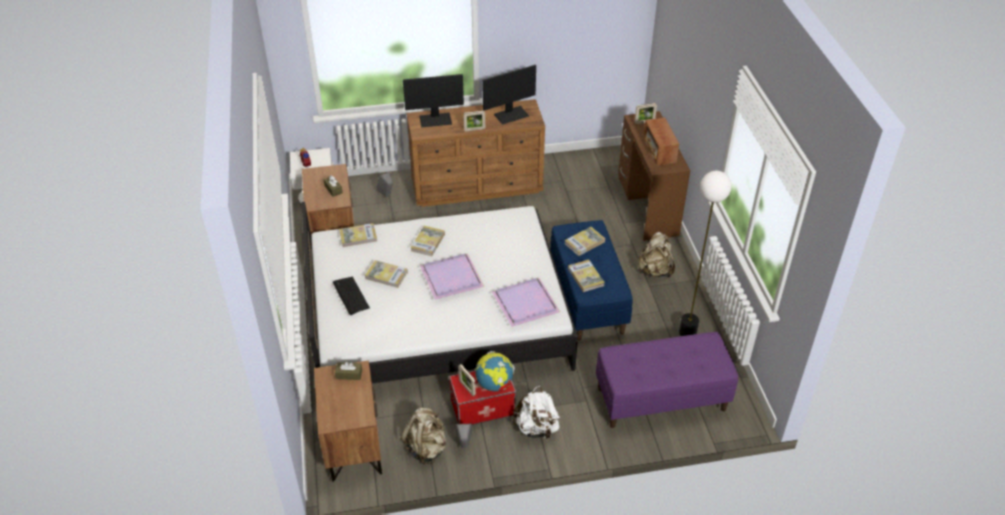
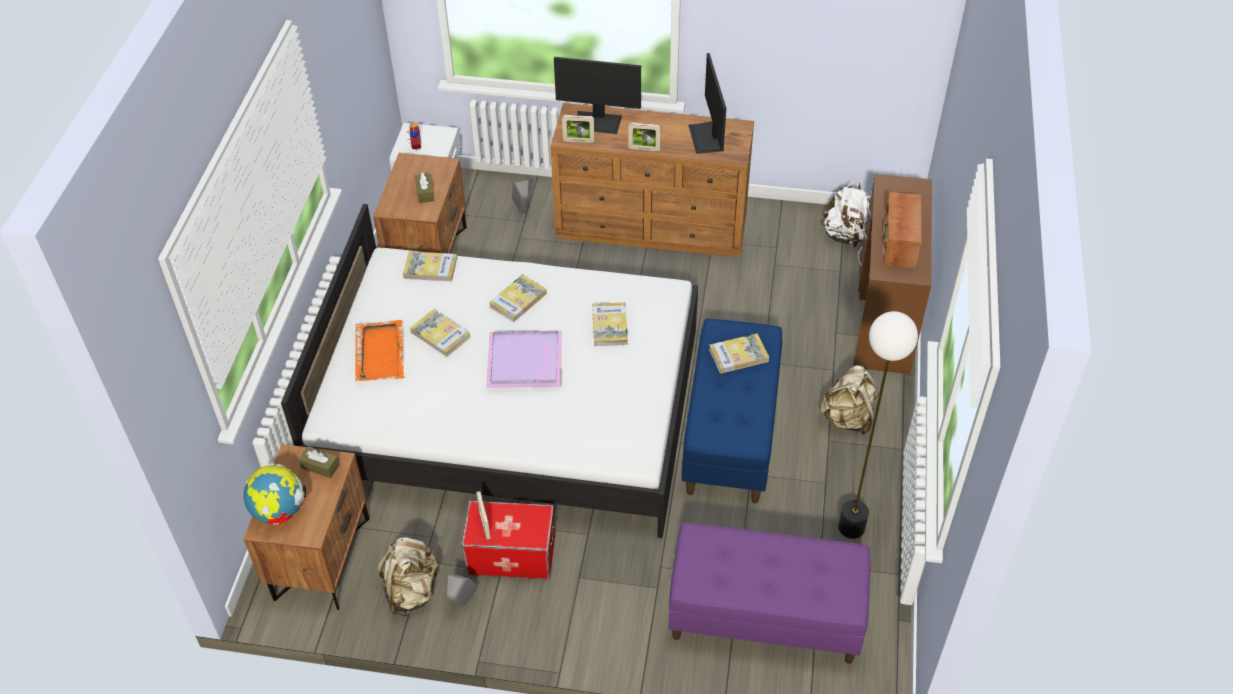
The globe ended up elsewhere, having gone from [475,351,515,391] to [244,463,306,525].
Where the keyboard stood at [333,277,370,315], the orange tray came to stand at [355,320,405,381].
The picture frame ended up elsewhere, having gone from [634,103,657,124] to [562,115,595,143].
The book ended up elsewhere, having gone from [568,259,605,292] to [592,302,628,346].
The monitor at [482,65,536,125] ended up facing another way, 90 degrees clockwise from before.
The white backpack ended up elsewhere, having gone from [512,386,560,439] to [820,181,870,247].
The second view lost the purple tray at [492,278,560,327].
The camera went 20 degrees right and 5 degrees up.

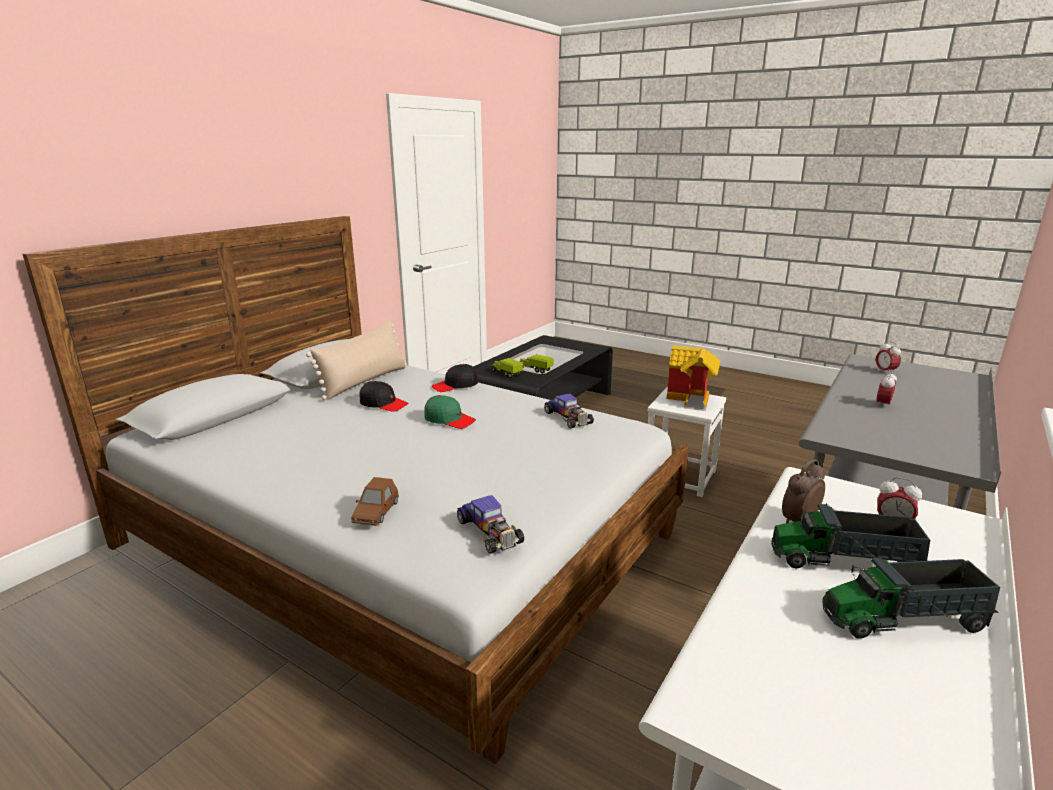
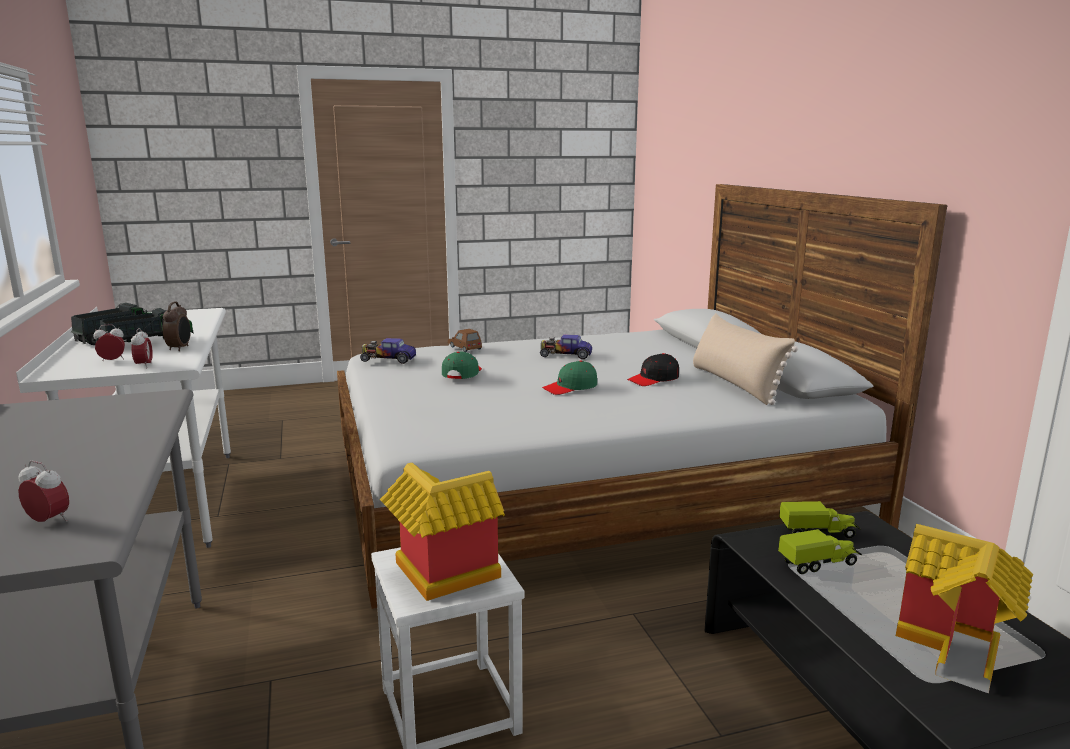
The alarm clock ended up elsewhere, having gone from [876,371,897,407] to [131,328,153,369].
The second view gained the green cap at [442,351,482,379].
The toy car ended up elsewhere, having gone from [544,394,594,429] to [540,335,592,359].
The second view gained the toy house at [896,524,1033,693].
The second view lost the black cap at [432,364,478,392].
The camera went 130 degrees right and 5 degrees down.

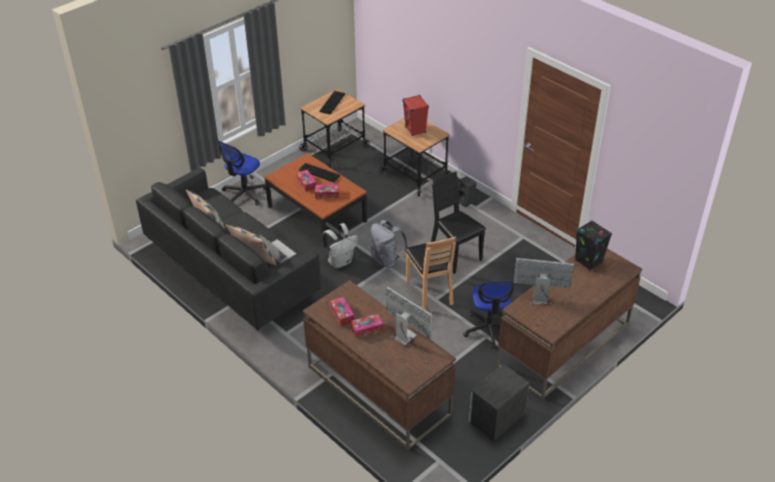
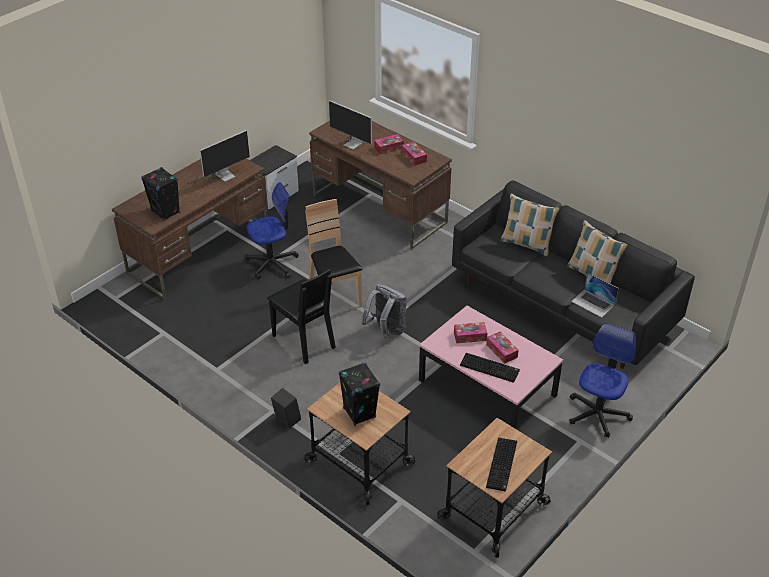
The monitor at [514,258,588,312] ended up facing another way, 45 degrees counterclockwise from before.
The office chair at [463,281,514,349] ended up facing another way, 75 degrees clockwise from before.
What was the red speaker at [403,95,429,136] turned into the black speaker at [339,362,380,426].
What was the brown coffee table at [264,153,367,248] turned into the pink coffee table at [419,306,563,429].
The laptop ended up elsewhere, having gone from [259,234,296,264] to [571,272,618,318].
The second view lost the white backpack at [321,223,358,268].
The camera went 175 degrees right and 0 degrees up.

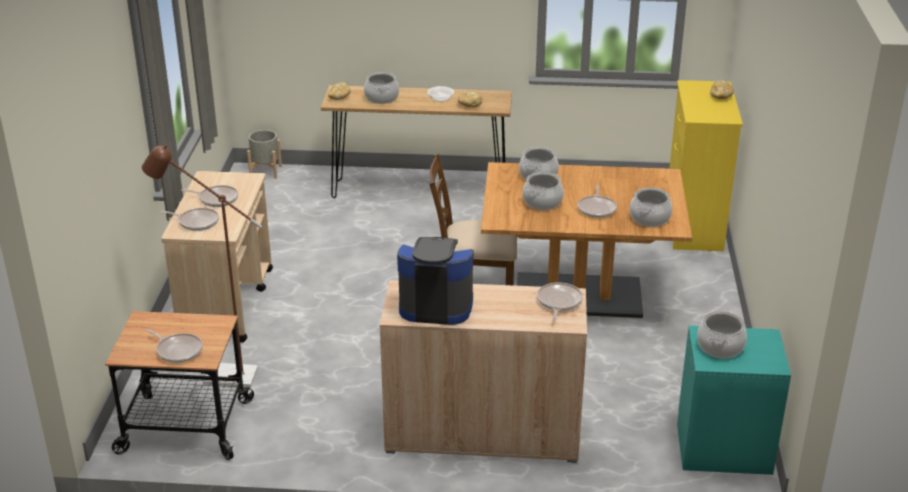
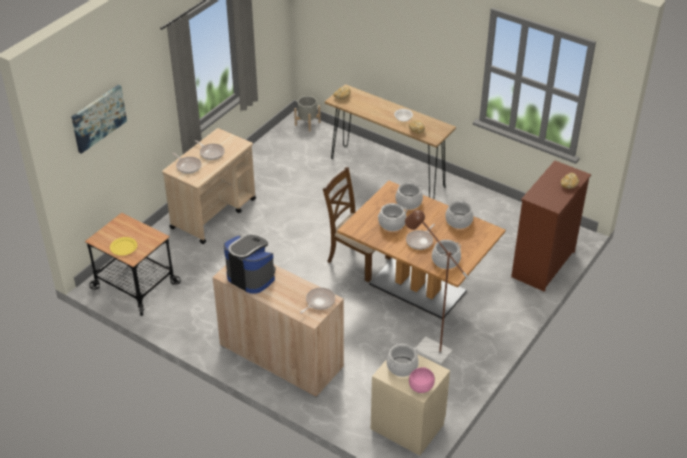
The second view gained the picture at [71,85,127,154].
Where the frying pan stood at [146,329,203,363], the yellow plate came to stand at [110,237,137,256].
What was the turquoise nightstand at [677,326,791,475] turned into the beige nightstand at [371,354,450,456].
The brown floor lamp ended up elsewhere, having gone from [142,145,262,388] to [405,210,470,365].
The second view gained the pink bowl at [409,367,435,393].
The cooking pot ended up elsewhere, having gone from [364,72,399,104] to [445,200,474,229].
What was the yellow dresser at [669,80,743,251] turned into the brown dresser at [511,161,591,292].
The camera went 30 degrees right and 10 degrees up.

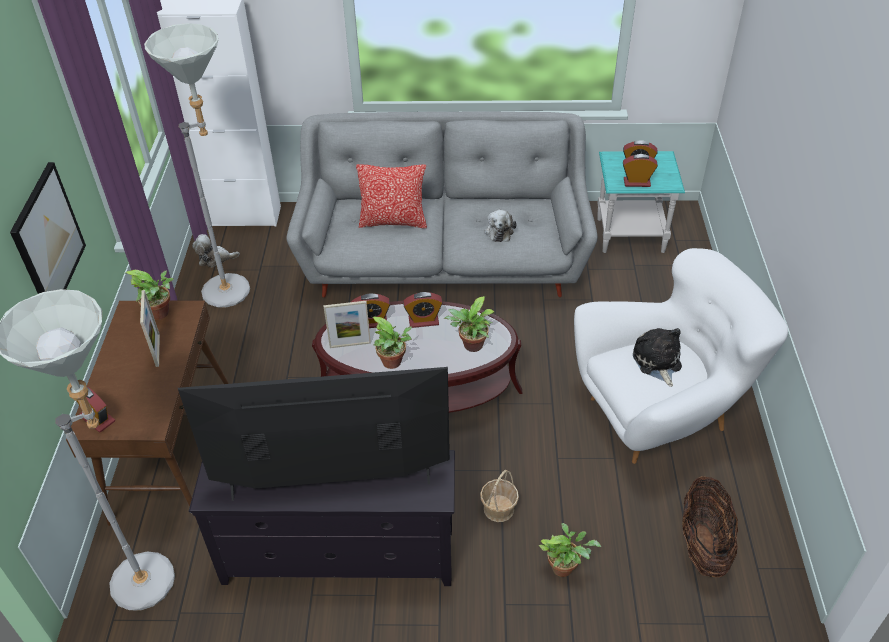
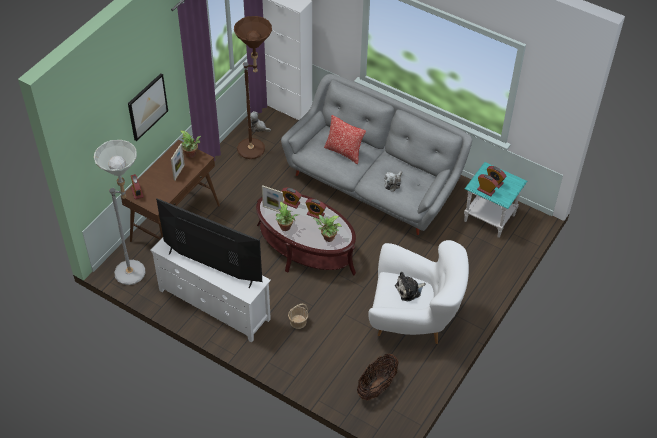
What was the black tv stand at [189,450,455,586] turned into the white tv stand at [150,238,271,343].
What was the grey floor lamp at [144,23,250,308] turned into the brown floor lamp at [234,16,272,159].
The plush toy at [633,328,682,387] ended up facing another way, 135 degrees counterclockwise from before.
The second view lost the potted plant at [539,523,601,577].
The camera went 30 degrees right and 5 degrees up.

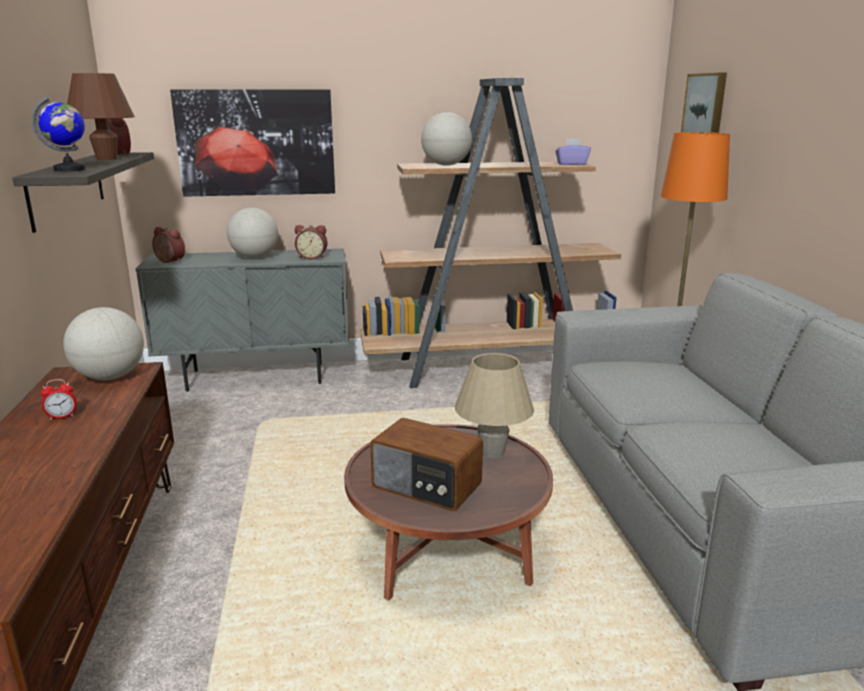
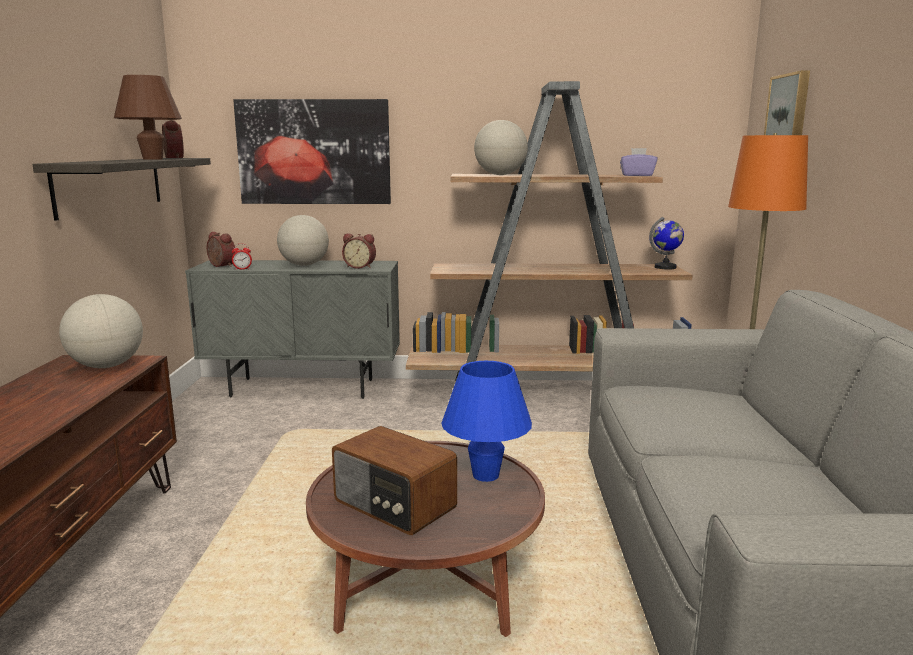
The alarm clock ended up elsewhere, having gone from [40,379,76,420] to [232,244,252,270].
What was the beige table lamp at [455,353,534,458] turned into the blue table lamp at [441,361,532,482].
The globe ended up elsewhere, having gone from [31,97,85,171] to [649,217,684,269].
The camera went 10 degrees right and 5 degrees down.

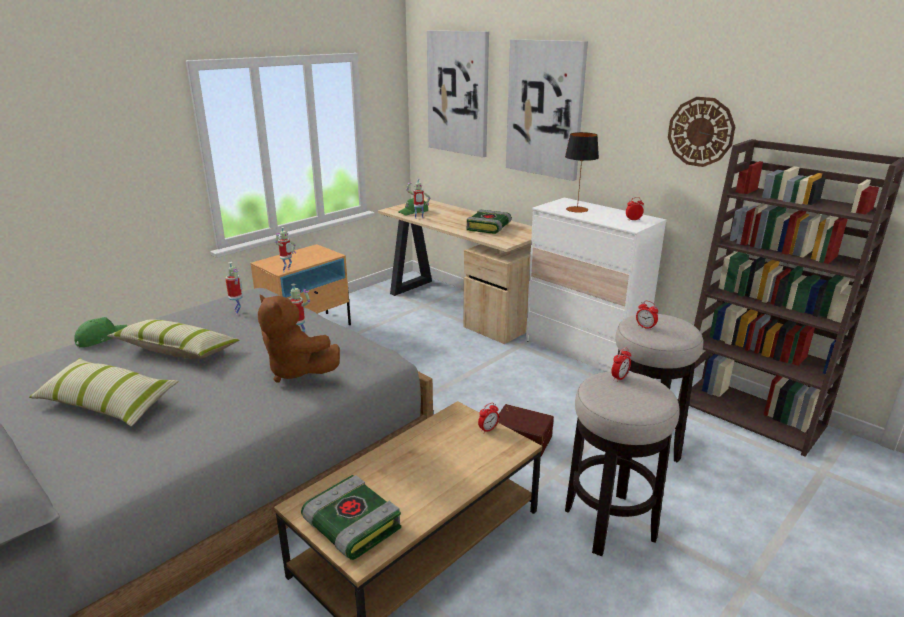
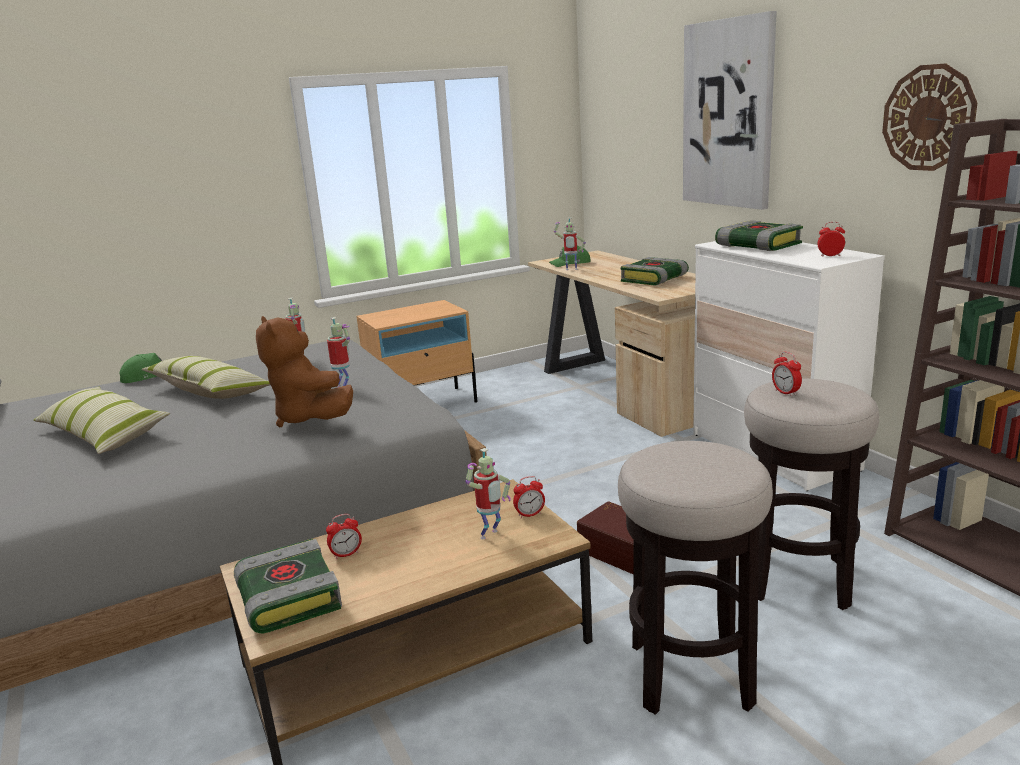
The alarm clock ended up elsewhere, having gone from [611,348,632,382] to [326,514,362,559].
The toy robot ended up elsewhere, having gone from [275,227,296,273] to [465,448,511,539].
Where the table lamp stood at [565,132,599,213], the book came to stand at [715,220,803,251].
The second view lost the picture at [427,31,489,157].
The camera went 20 degrees right and 5 degrees down.

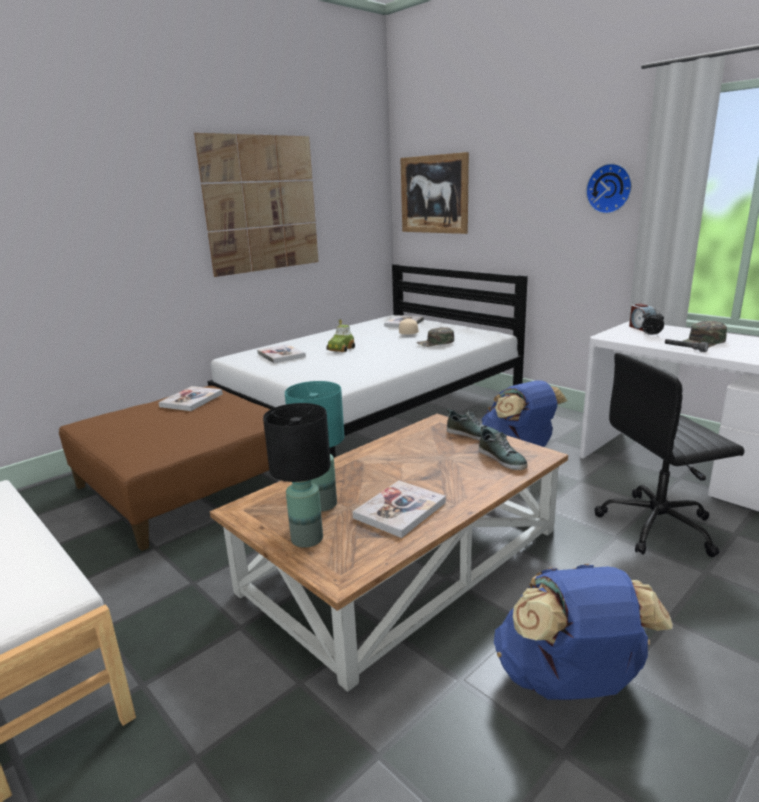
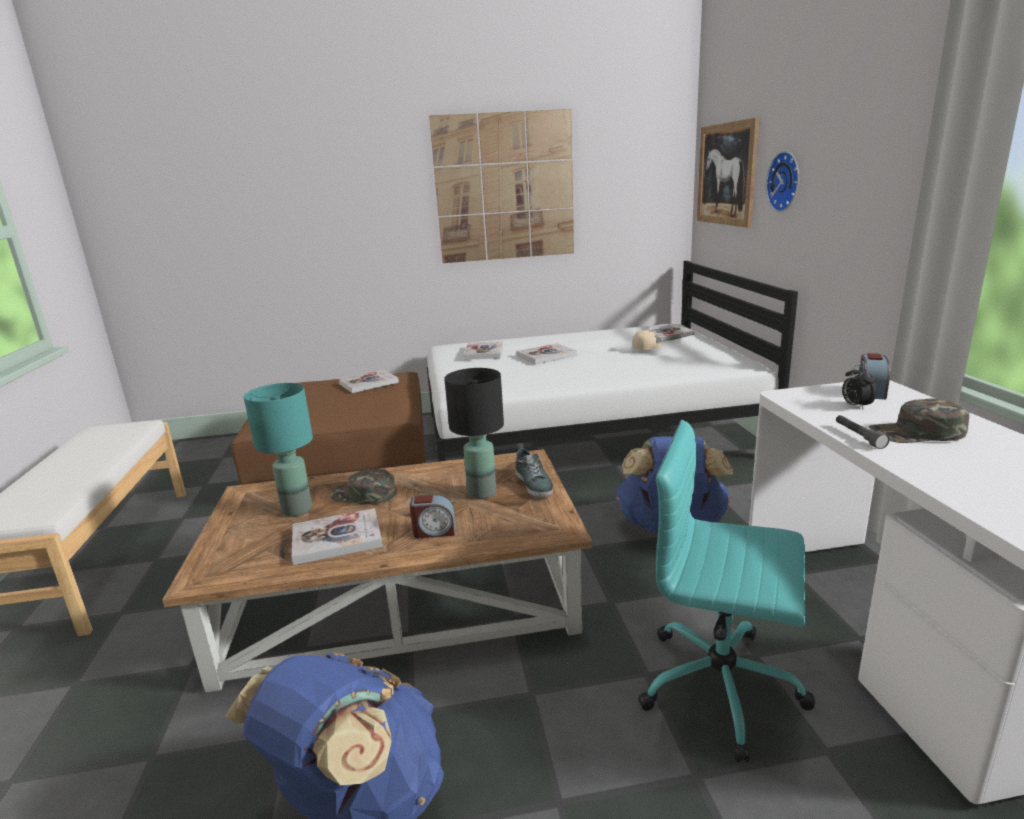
The green cap ended up elsewhere, having gone from [416,327,454,347] to [330,469,397,505].
The second view gained the alarm clock at [410,494,456,538].
The black table lamp ended up elsewhere, having gone from [263,403,331,548] to [444,368,504,499].
Where the toy car stood at [326,319,355,352], the book came to stand at [517,343,577,364].
What was the black office chair at [594,353,745,557] turned into the turquoise office chair at [638,420,815,763].
The wall clock ended up elsewhere, having gone from [586,163,632,214] to [766,151,799,212].
The second view lost the shoe at [479,426,527,470].
The camera went 35 degrees right and 0 degrees up.

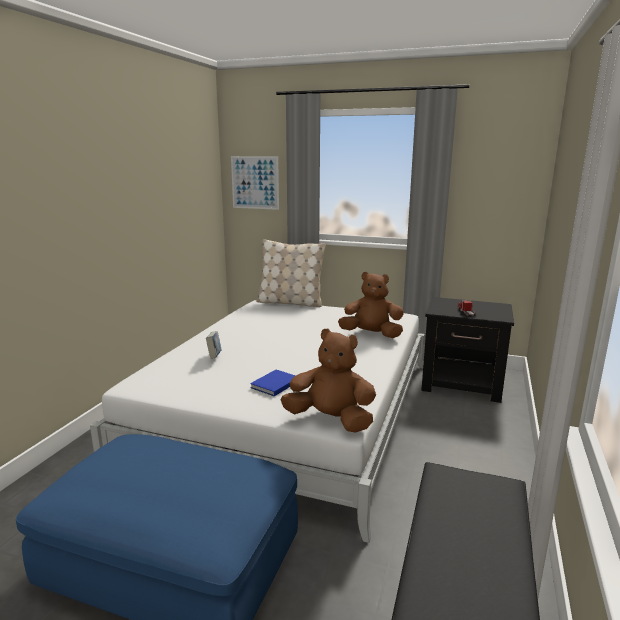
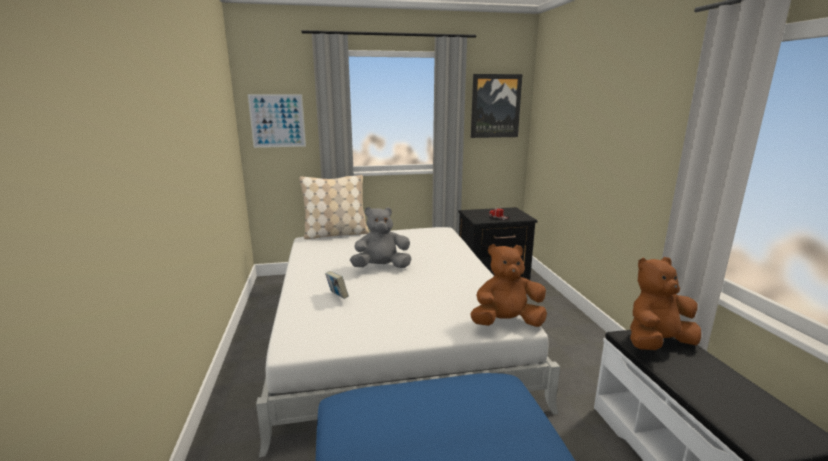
The second view gained the grey plush toy at [350,207,412,268].
The second view gained the picture at [471,74,522,138].
The brown plush toy ended up elsewhere, having gone from [338,272,404,338] to [630,257,701,350].
The second view lost the blue book at [250,370,296,396].
The camera went 30 degrees left and 0 degrees up.

